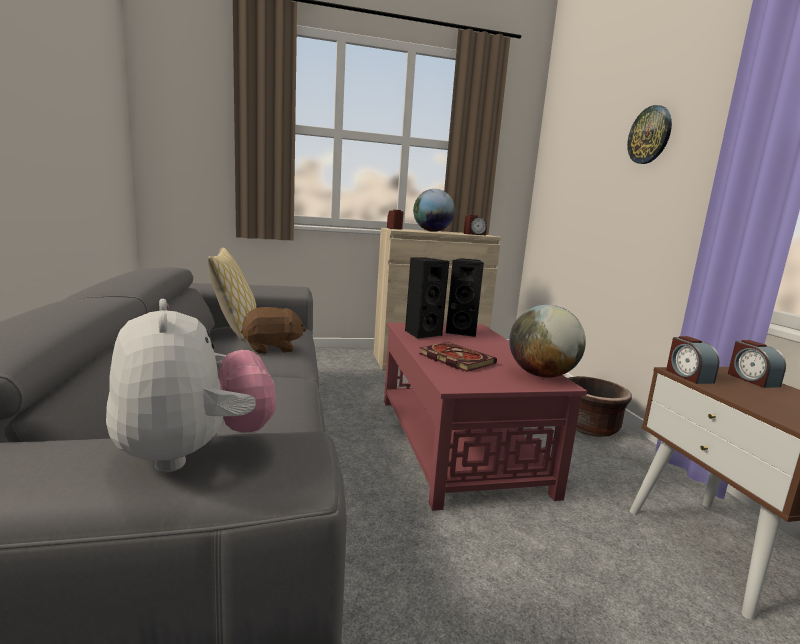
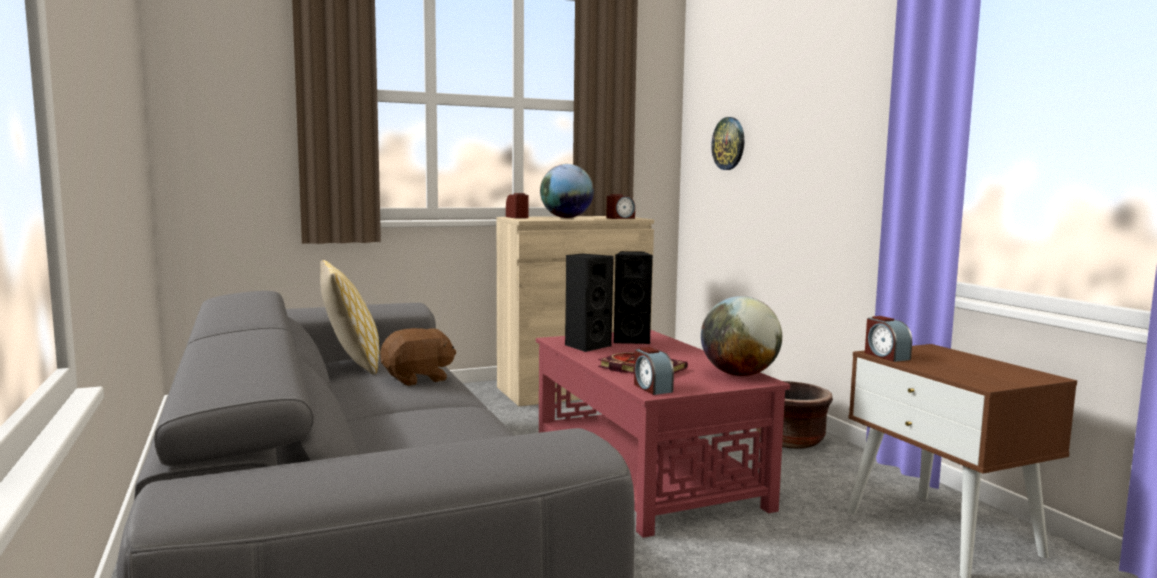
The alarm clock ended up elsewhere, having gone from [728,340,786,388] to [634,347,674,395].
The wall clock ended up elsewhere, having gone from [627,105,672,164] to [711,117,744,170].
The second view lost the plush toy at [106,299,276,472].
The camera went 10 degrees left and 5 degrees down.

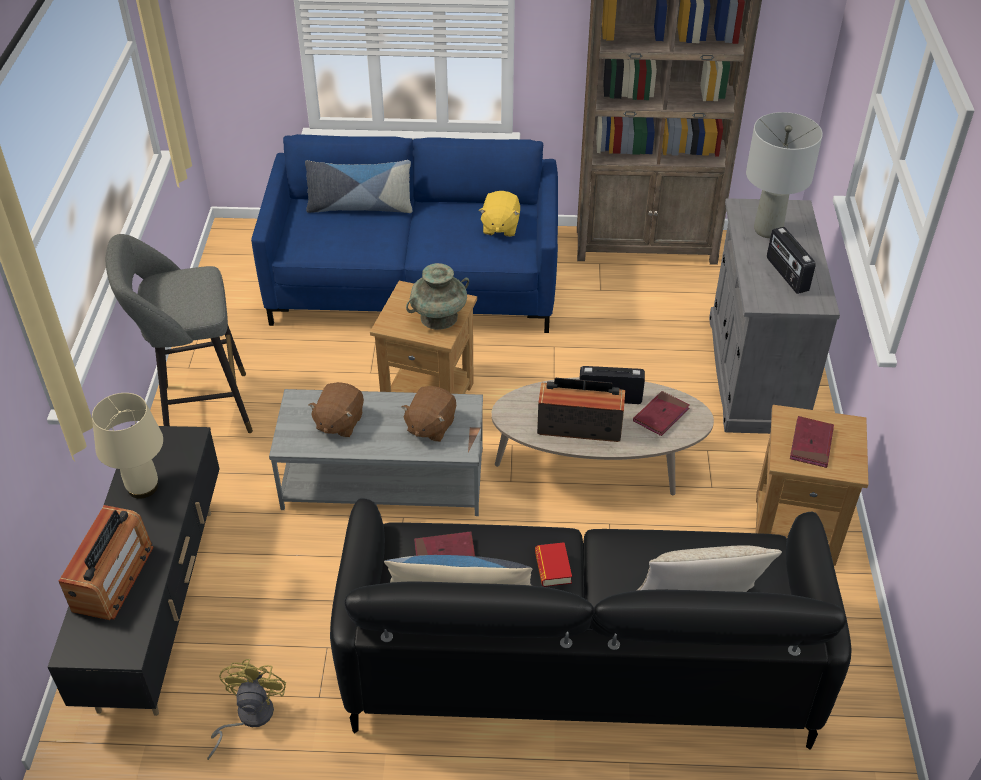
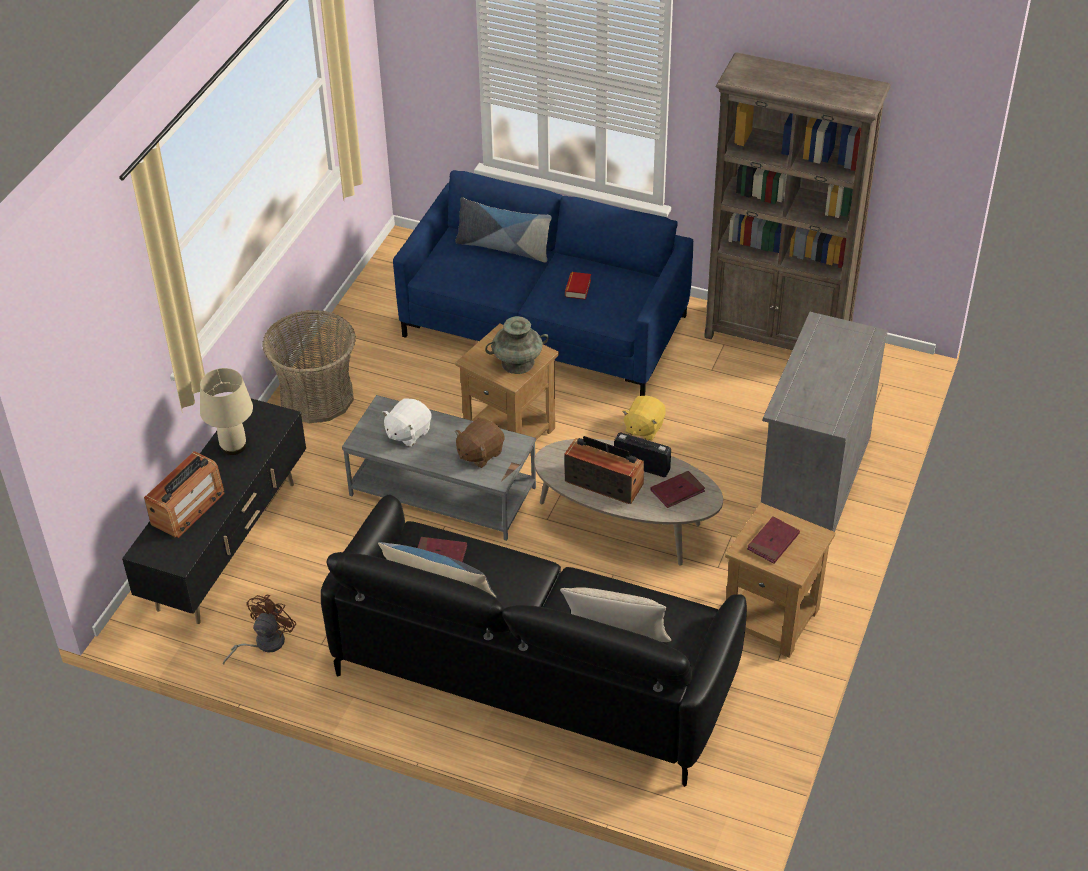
What was the yellow fan at [207,659,286,760] turned into the brown fan at [223,595,296,665].
Where the grey stool stood at [106,234,253,433], the basket came to stand at [262,310,356,423].
What was the brown plush toy at [308,382,364,438] turned into the white plush toy at [382,398,432,447].
The book ended up elsewhere, having gone from [535,542,572,587] to [565,272,591,300].
The yellow plush toy ended up elsewhere, having gone from [479,191,520,237] to [622,396,666,441].
The second view lost the grey table lamp at [746,112,823,238].
The second view lost the radio at [767,227,816,294].
The camera went 20 degrees right and 0 degrees up.

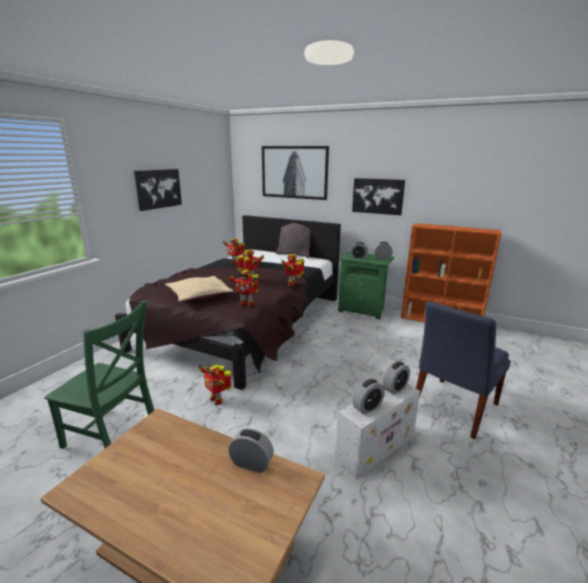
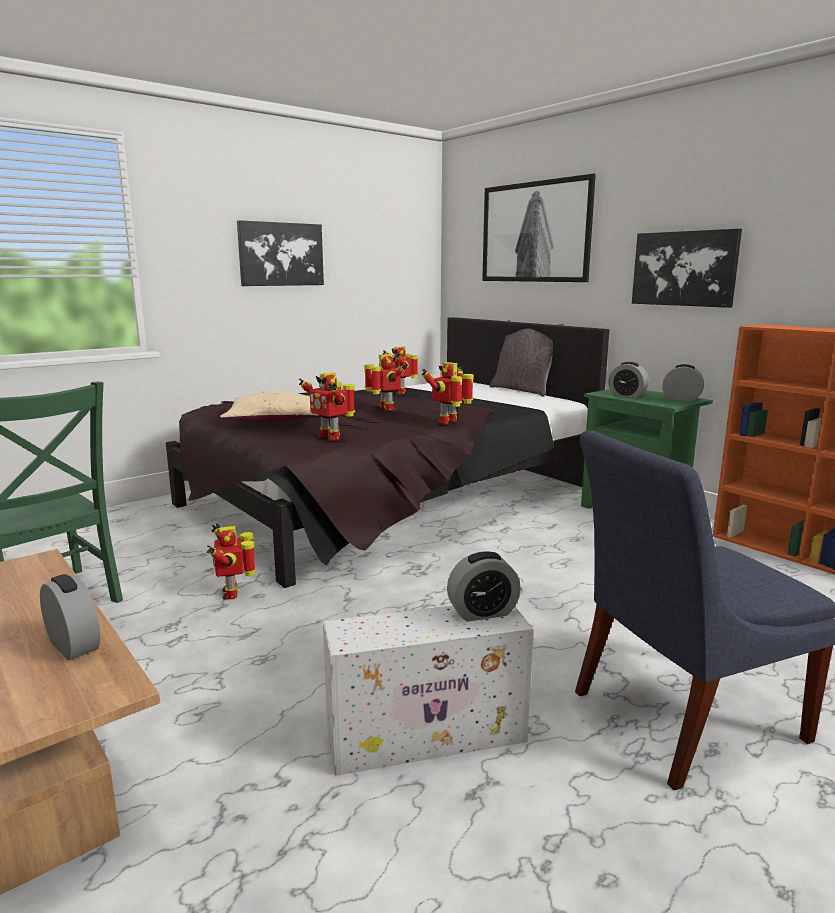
The second view lost the alarm clock at [352,379,385,414].
The camera went 25 degrees right and 5 degrees down.

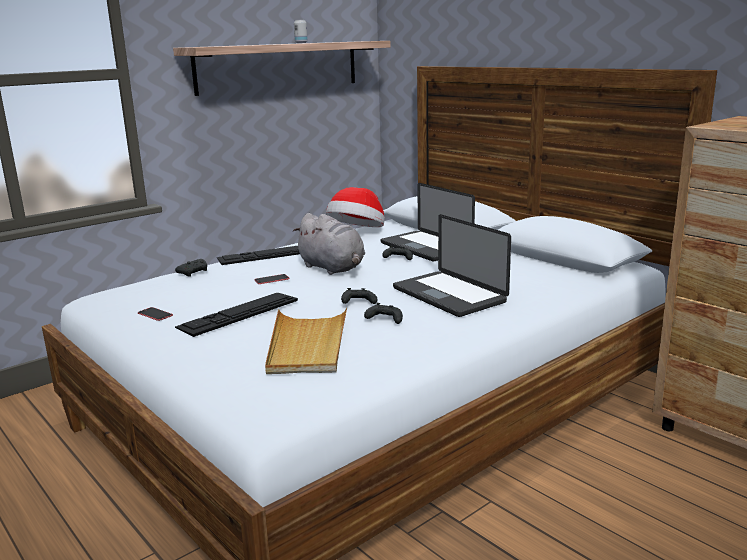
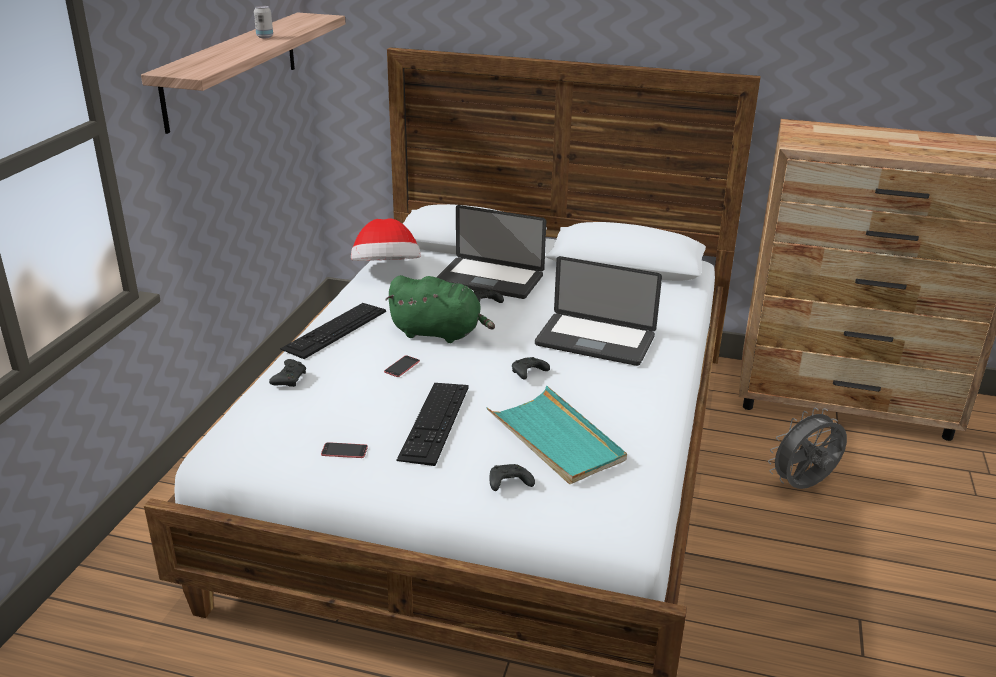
What was the grey plush toy at [293,213,365,275] turned into the green plush toy at [385,275,495,343].
What was the beige tray at [265,308,347,374] turned into the turquoise tray at [486,386,627,484].
The black game controller ended up elsewhere, having gone from [364,303,403,324] to [490,464,535,491].
The second view gained the grey fan at [768,408,847,489].
The camera went 35 degrees left and 10 degrees up.

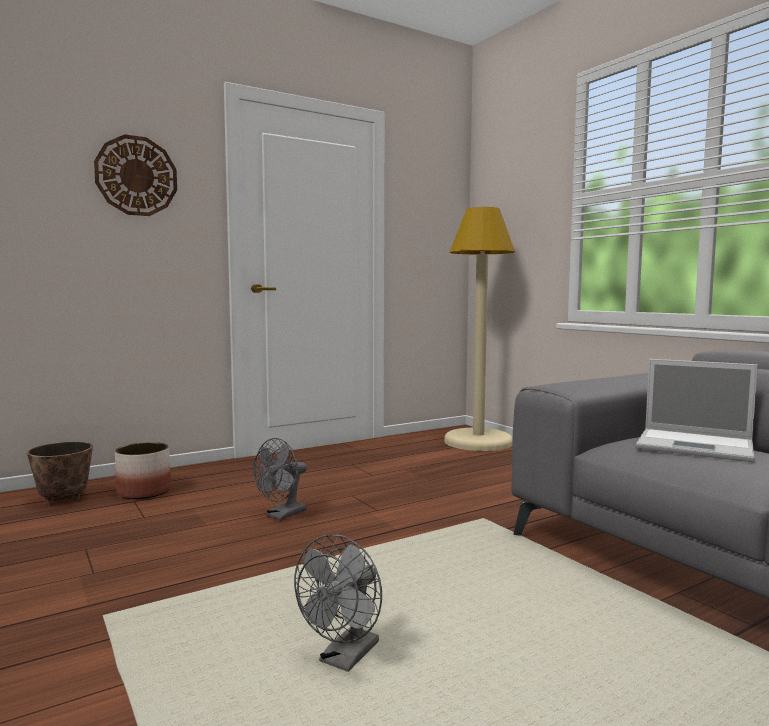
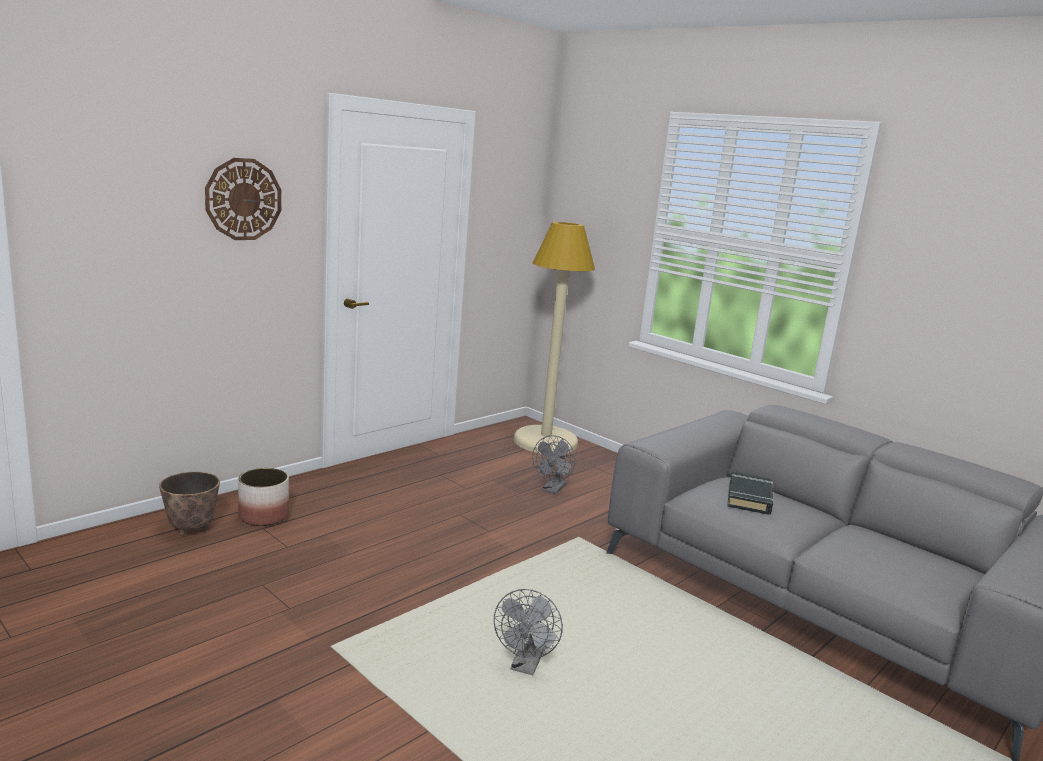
The grey fan ended up elsewhere, having gone from [253,438,307,520] to [532,435,576,494].
Where the laptop stood at [636,359,758,462], the black book came to stand at [727,472,774,515].
The camera went 15 degrees left and 10 degrees up.

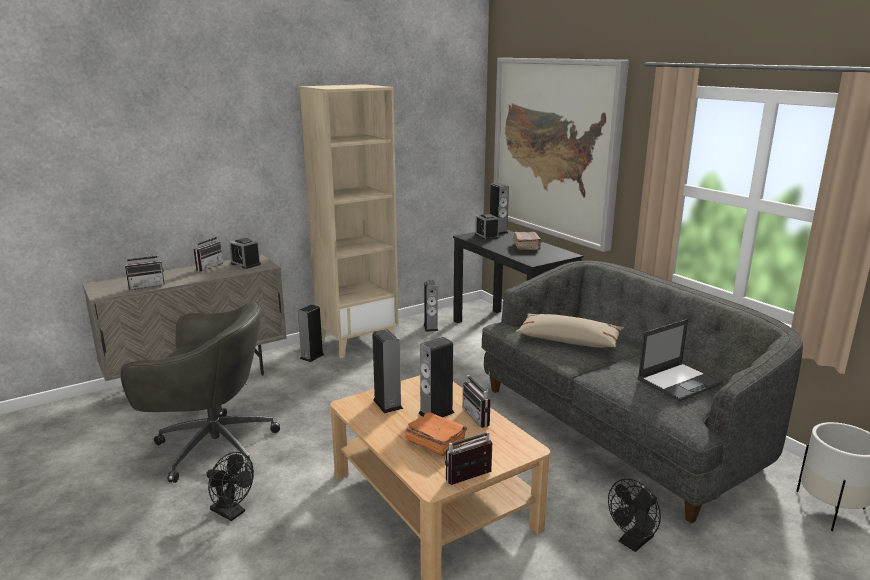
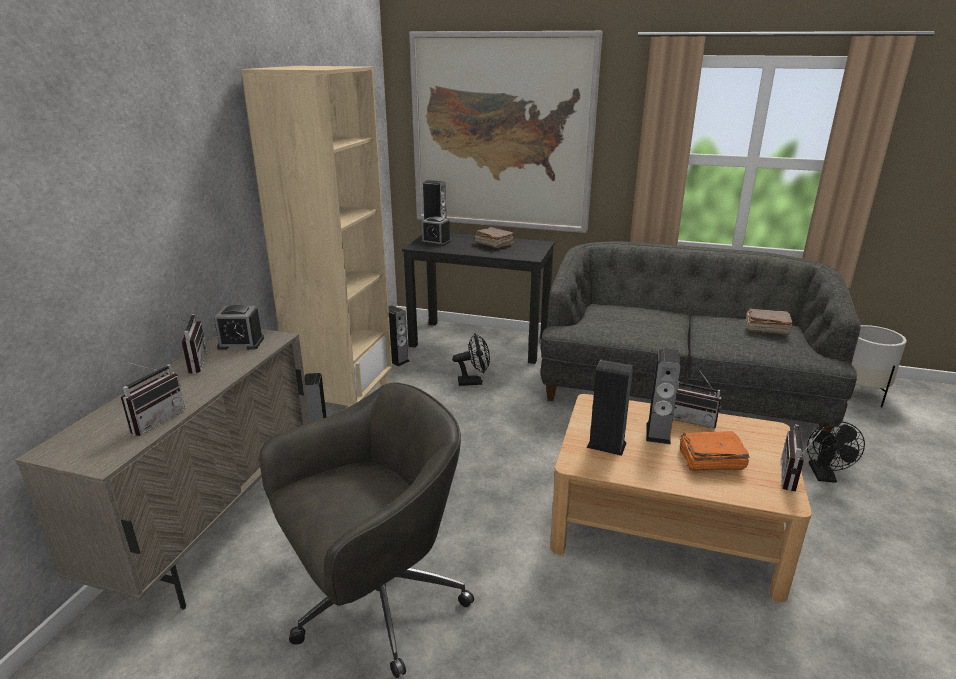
The black fan ended up elsewhere, having gone from [206,452,254,521] to [452,334,490,386].
Where the laptop stood at [638,319,723,401], the brown book came to stand at [745,308,793,335].
The second view lost the beige pillow at [515,313,624,348].
The camera went 40 degrees left and 5 degrees up.

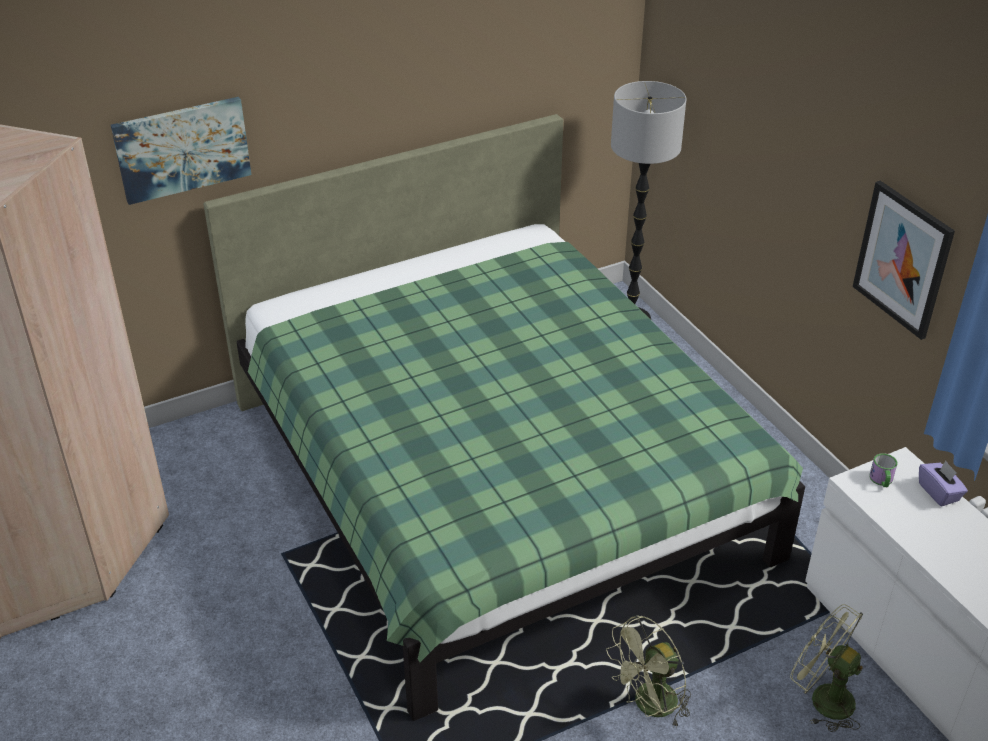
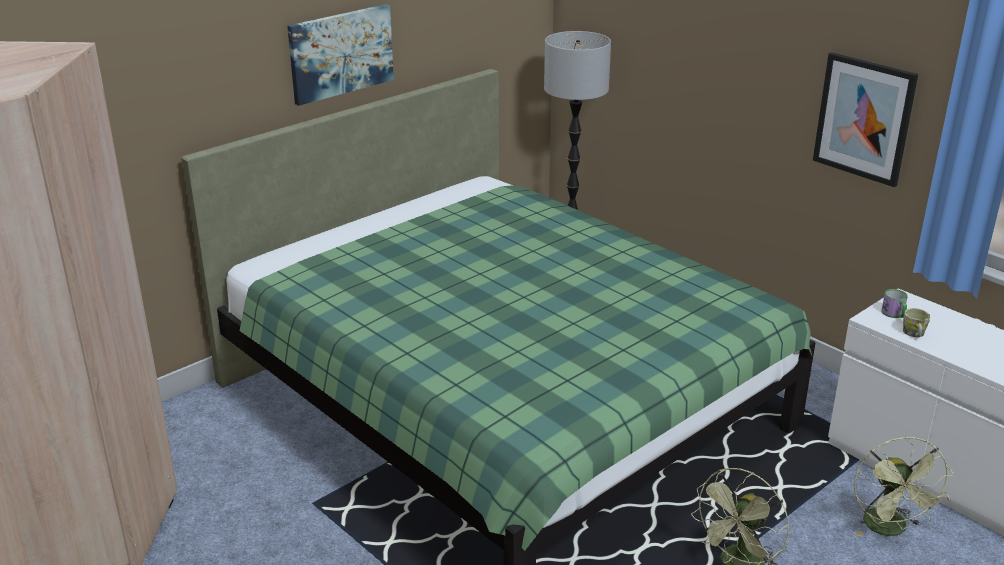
The picture ended up elsewhere, having gone from [111,97,251,205] to [287,4,394,106].
The green fan at [790,604,863,732] ended up facing another way, 120 degrees counterclockwise from before.
The second view gained the mug at [903,308,930,337].
The second view lost the purple tissue box at [919,460,968,507].
The camera went 15 degrees left and 10 degrees down.

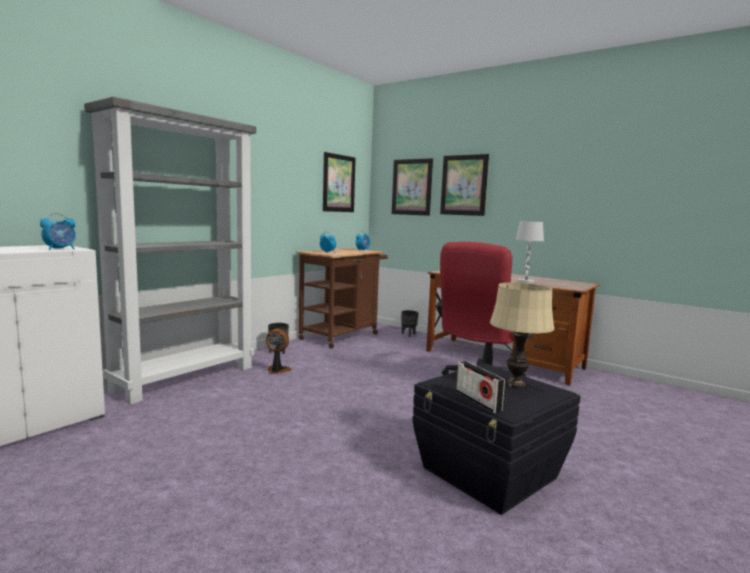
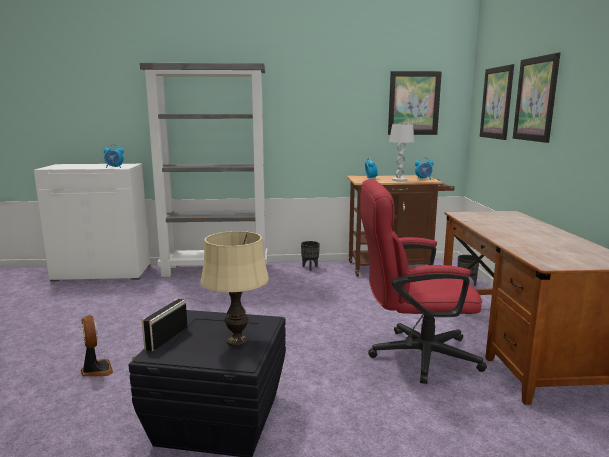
The fan ended up elsewhere, having gone from [266,328,292,374] to [81,315,114,377].
The white table lamp ended up elsewhere, having gone from [515,221,544,283] to [389,124,415,181].
The camera went 50 degrees right and 5 degrees up.

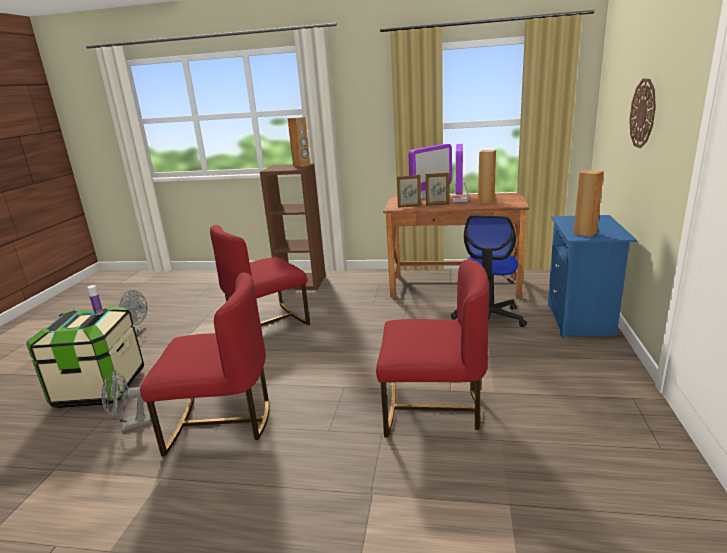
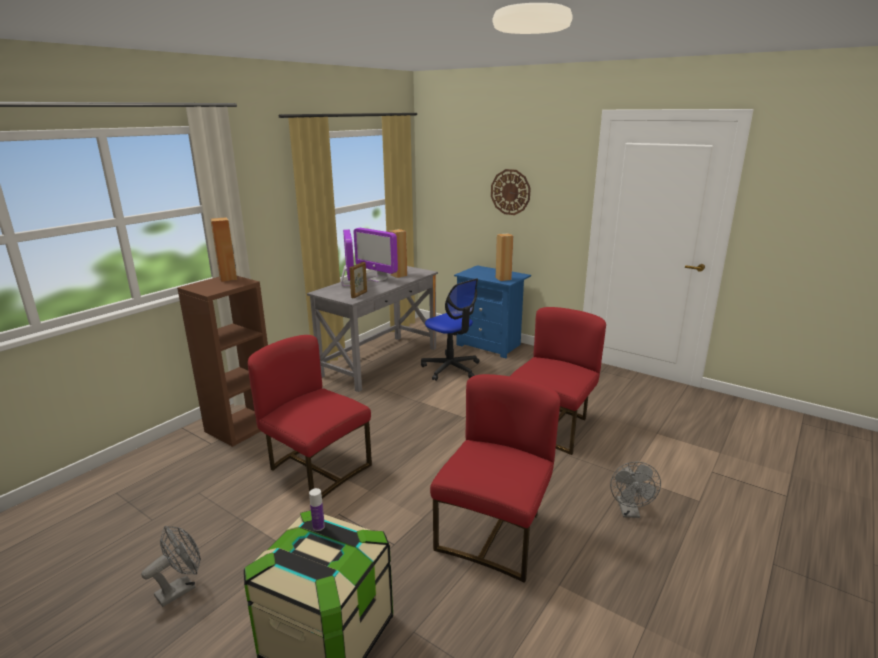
The red chair at [210,225,310,326] ended up facing another way, 135 degrees clockwise from before.
What was the brown desk at [383,193,529,298] turned into the grey desk at [307,266,438,392].
The grey fan ended up elsewhere, having gone from [102,370,151,432] to [610,461,661,518].
The second view lost the picture frame at [426,173,449,205].
The camera went 65 degrees left and 0 degrees up.

